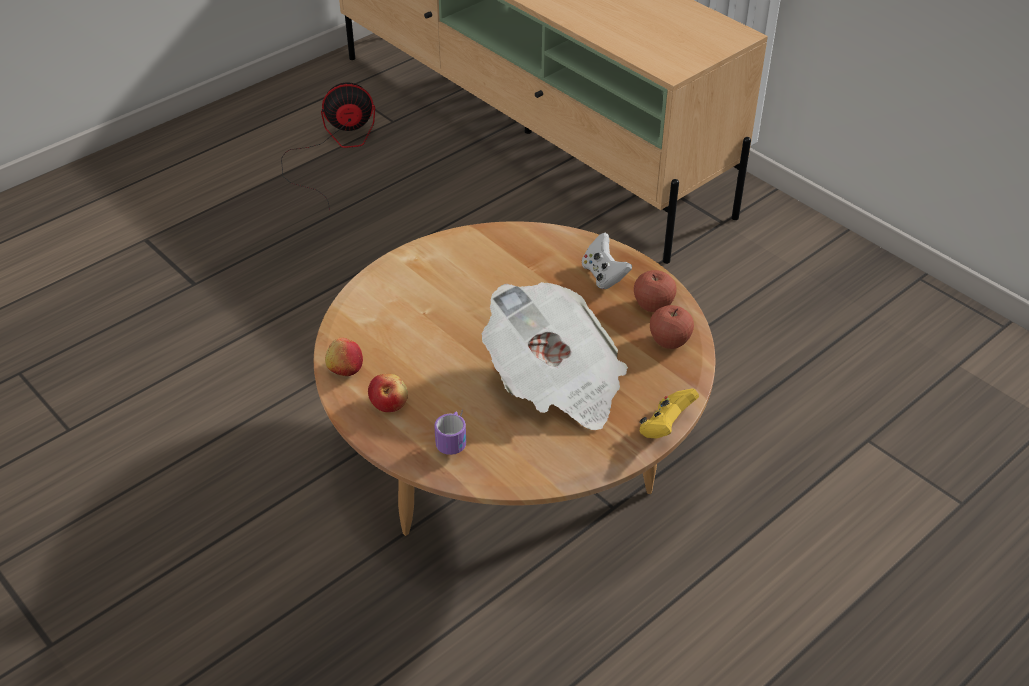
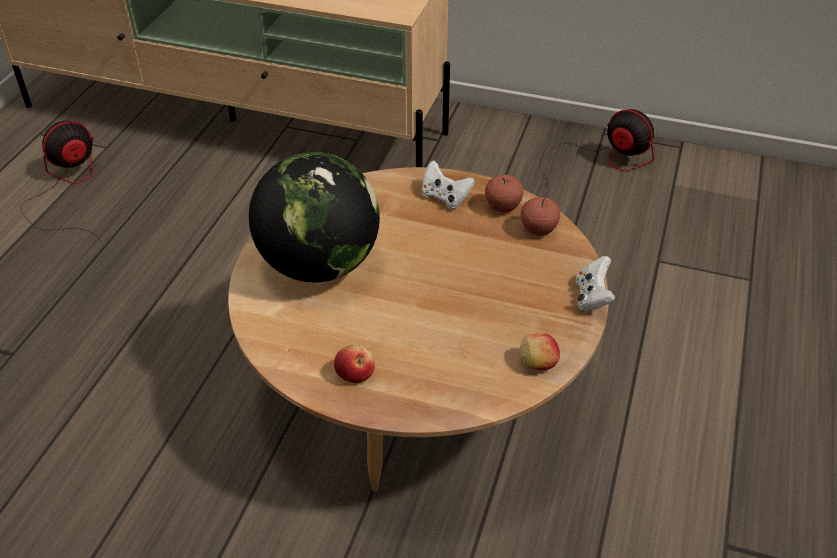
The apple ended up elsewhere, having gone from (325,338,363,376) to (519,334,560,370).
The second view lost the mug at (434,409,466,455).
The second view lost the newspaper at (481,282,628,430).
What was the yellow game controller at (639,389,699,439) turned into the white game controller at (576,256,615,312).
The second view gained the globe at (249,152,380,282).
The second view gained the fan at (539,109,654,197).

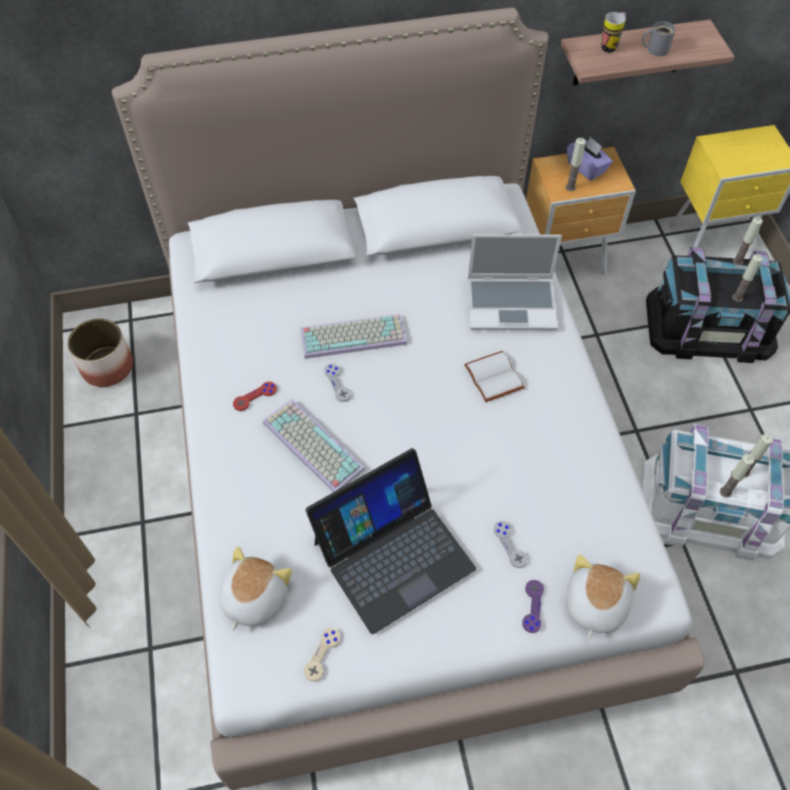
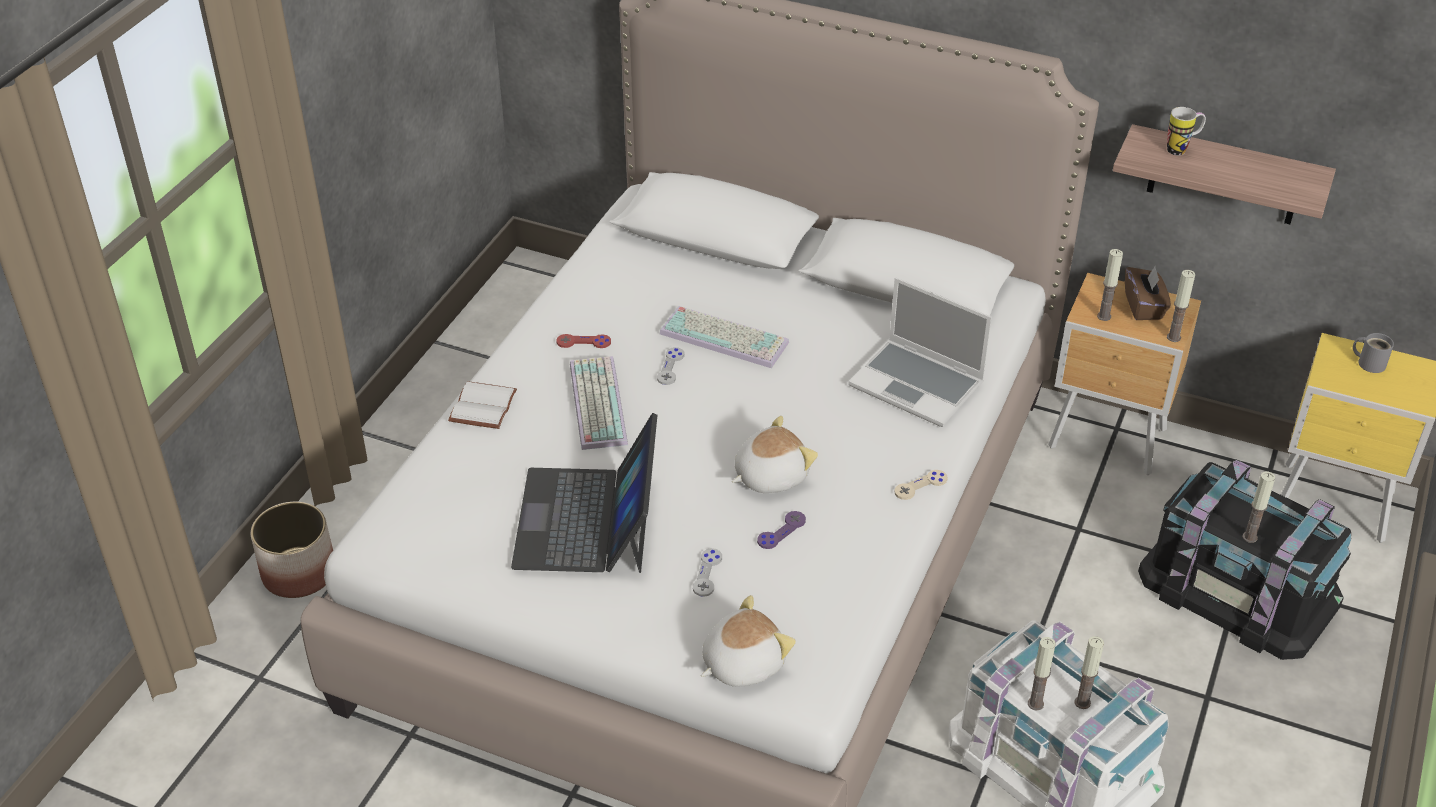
The planter ended up elsewhere, having gone from (67,318,133,387) to (251,502,333,598).
The plush toy ended up elsewhere, having gone from (220,547,292,632) to (732,416,818,493).
The beige game controller ended up elsewhere, having gone from (304,628,340,681) to (894,470,948,500).
The laptop at (305,448,476,634) ended up facing another way, 90 degrees clockwise from before.
The white book ended up elsewhere, having gone from (464,351,525,402) to (448,381,517,429).
The purple game controller ended up elsewhere, having gone from (522,580,544,633) to (757,511,806,549).
What was the purple tissue box at (567,136,613,181) turned into the brown tissue box at (1125,265,1171,320).
The grey mug ended up elsewhere, having gone from (642,21,676,56) to (1353,333,1394,373).
The candle ended up elsewhere, having gone from (733,217,763,265) to (1167,270,1195,342).

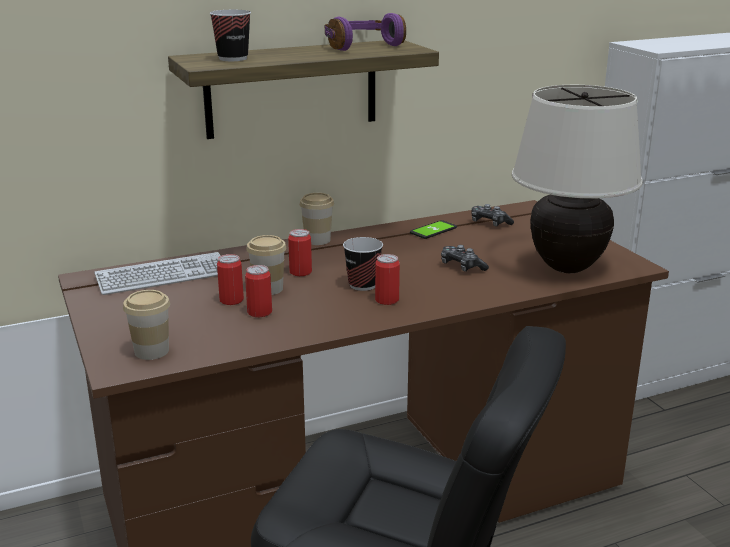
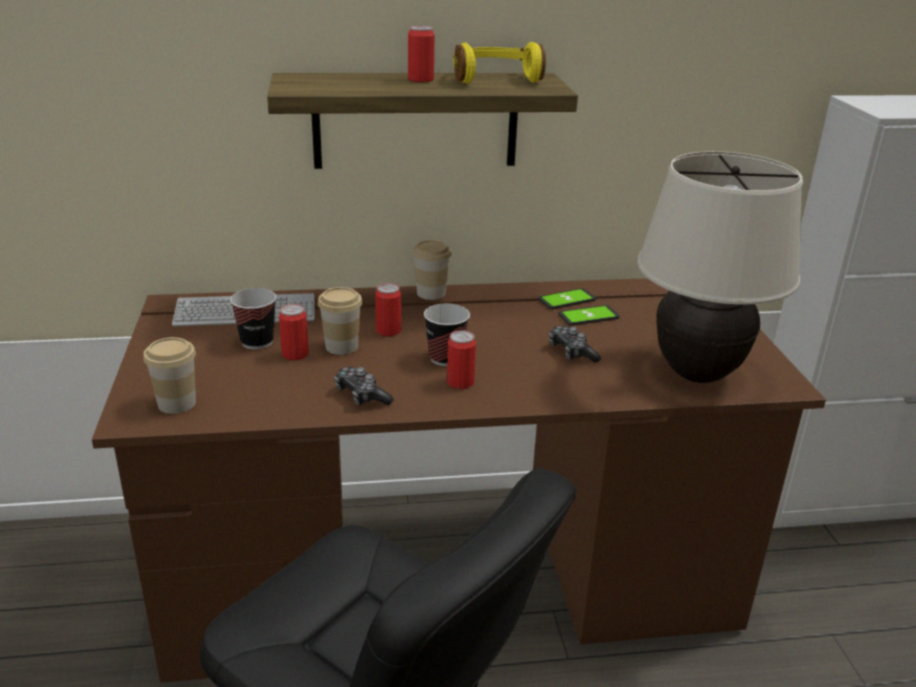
The cup ended up elsewhere, having gone from (210,10,251,61) to (230,288,276,349).
The can ended up elsewhere, having gone from (245,265,272,317) to (408,26,435,82).
What was the purple headphones at (325,13,406,51) turned into the yellow headphones at (453,42,546,84).
The game controller ended up elsewhere, having gone from (471,204,514,227) to (334,367,393,406).
The second view gained the phone at (558,305,620,325).

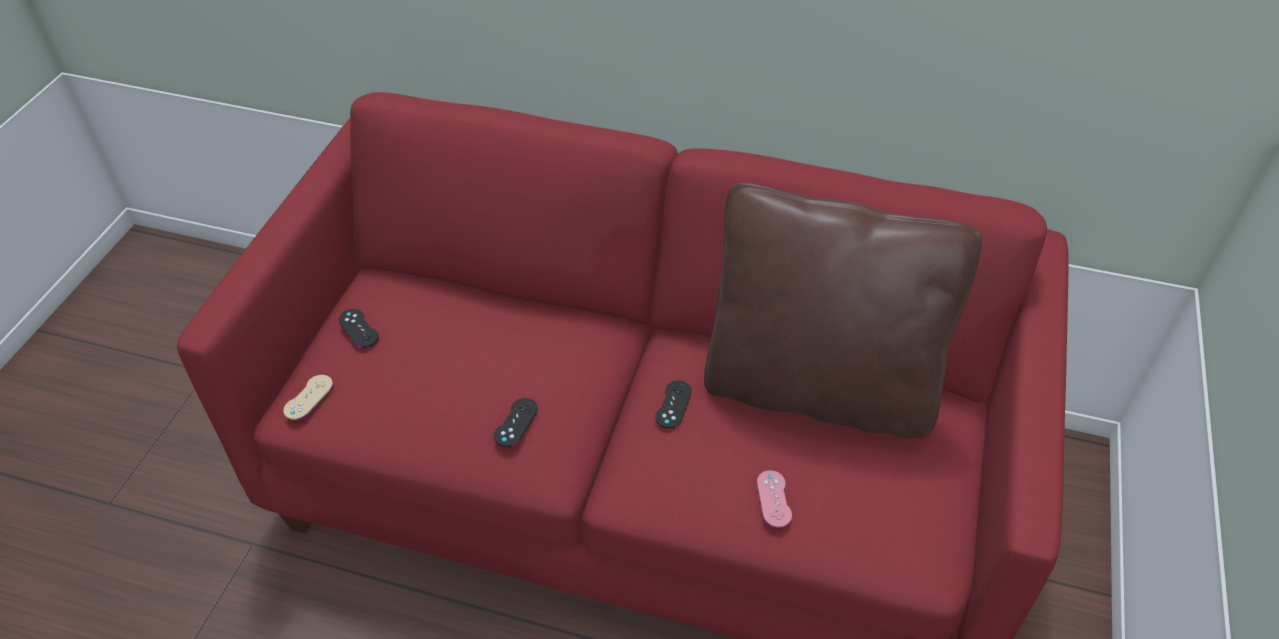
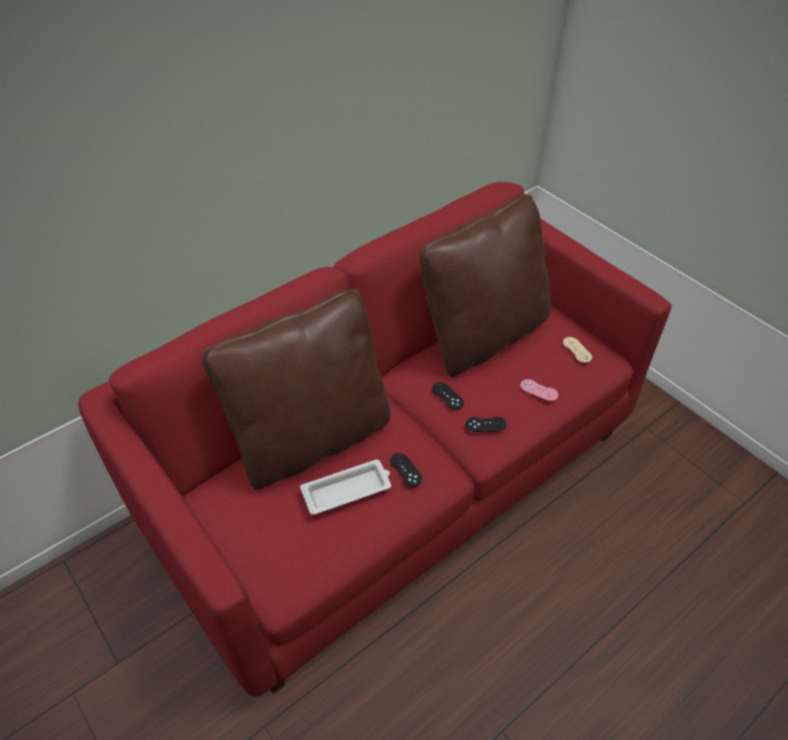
The beige game controller ended up elsewhere, having gone from (283,375,333,420) to (563,337,592,363).
The black game controller ended up elsewhere, having gone from (339,309,379,348) to (466,417,507,432).
The second view gained the brown pillow at (202,289,390,490).
The second view gained the white tray at (300,460,391,515).

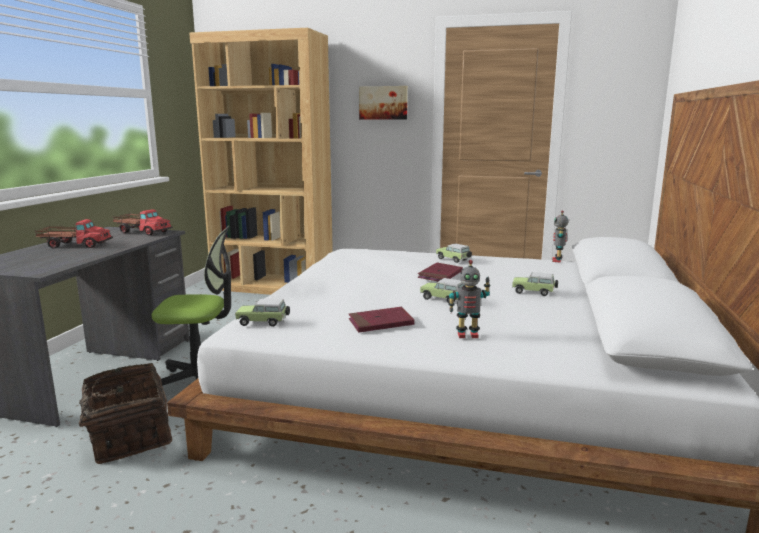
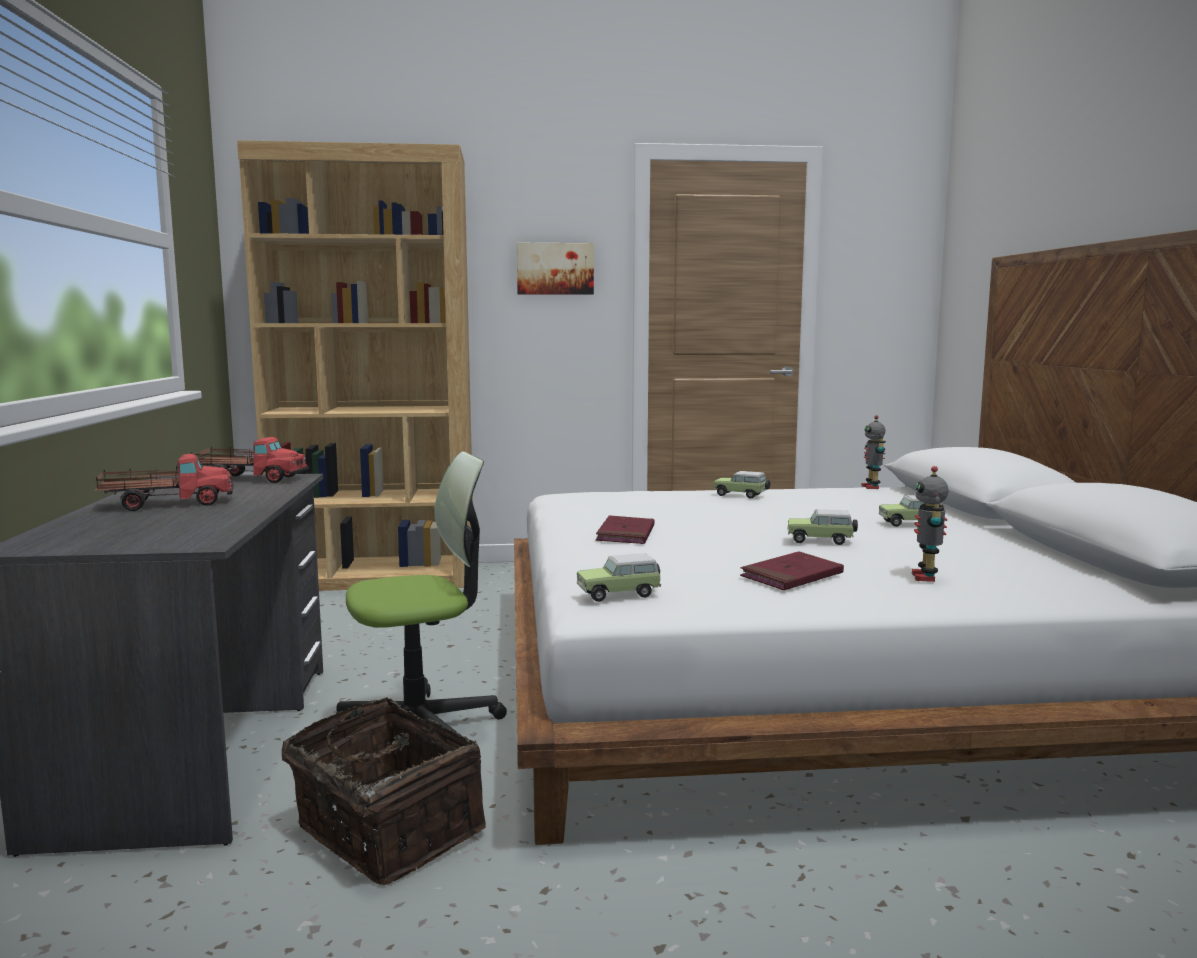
The red book ended up elsewhere, having gone from (417,262,463,281) to (596,515,654,544).
The toy robot at (448,260,490,338) ended up facing another way, 120 degrees clockwise from before.

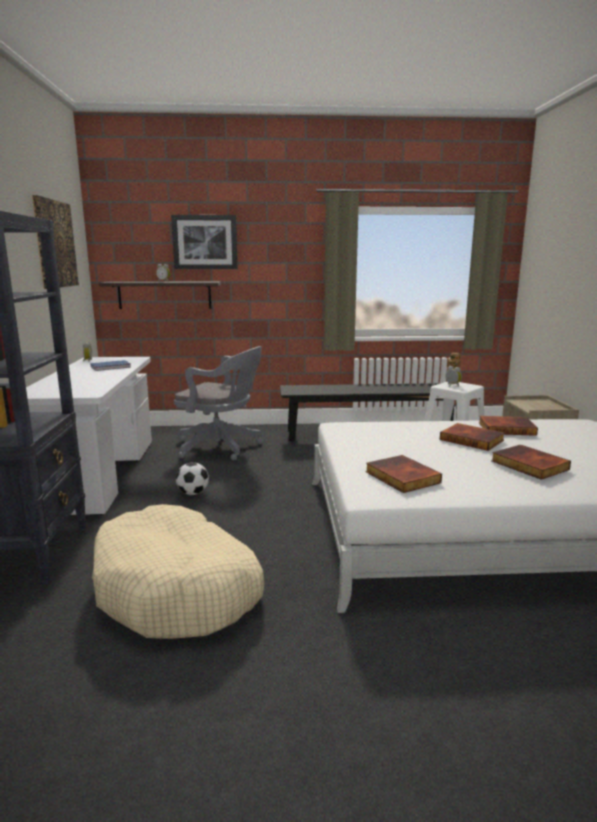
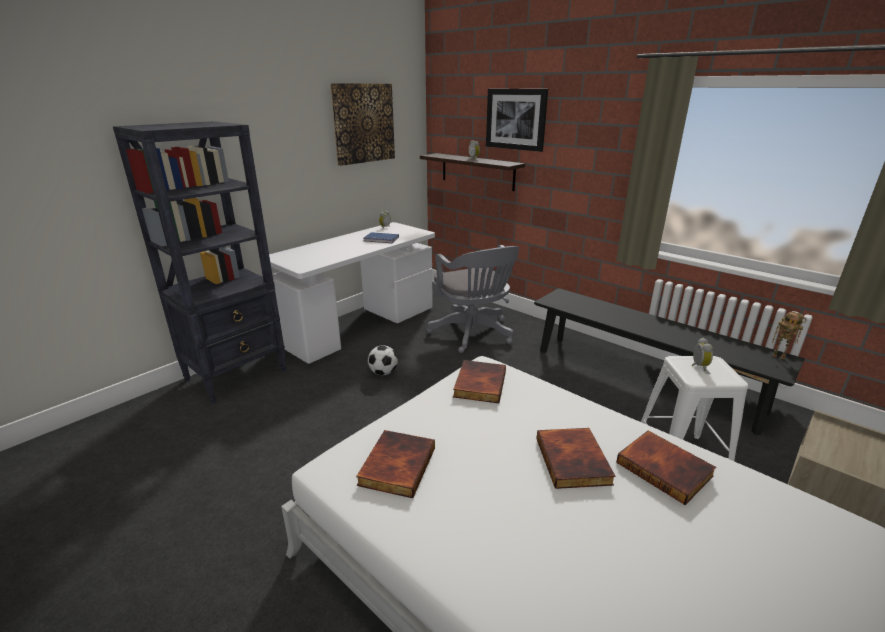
The second view lost the beige dog bed at (92,504,264,639).
The book ended up elsewhere, having gone from (491,445,571,480) to (453,360,506,403).

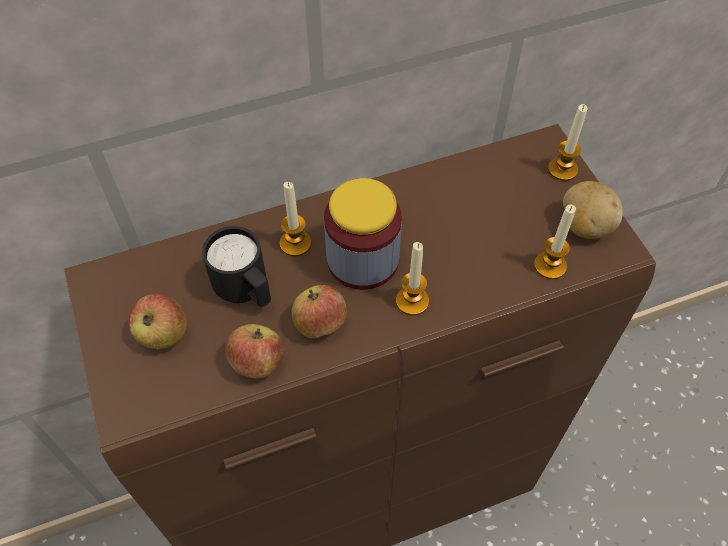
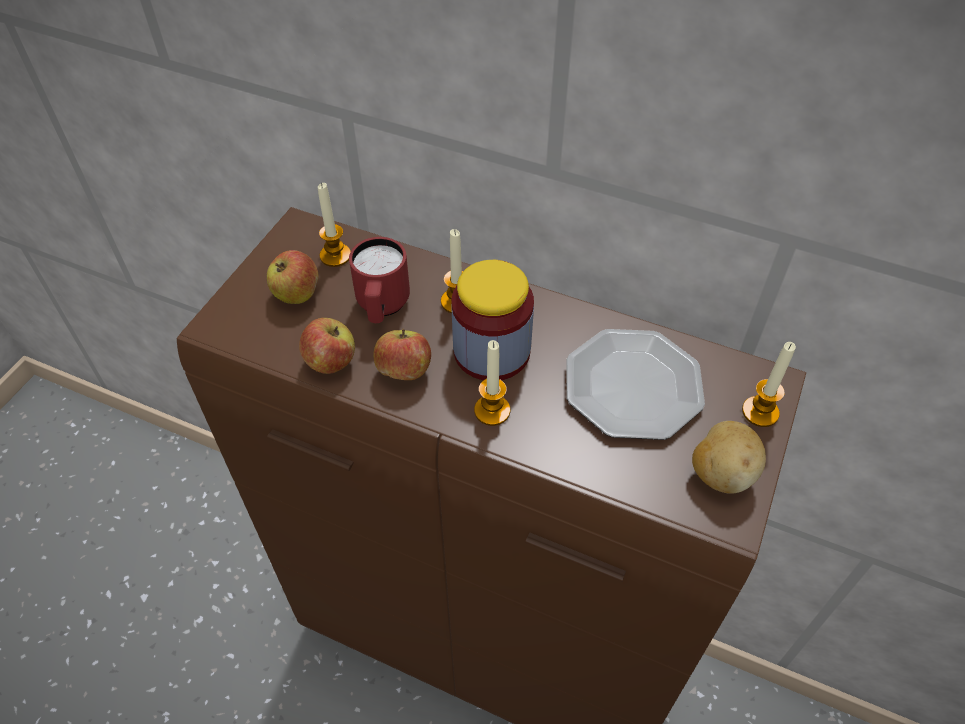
What was the black mug at (202,226,271,307) turned into the red mug at (349,237,410,323).
The candle ended up elsewhere, having gone from (534,204,576,279) to (318,183,351,267).
The second view gained the plate at (566,329,705,440).

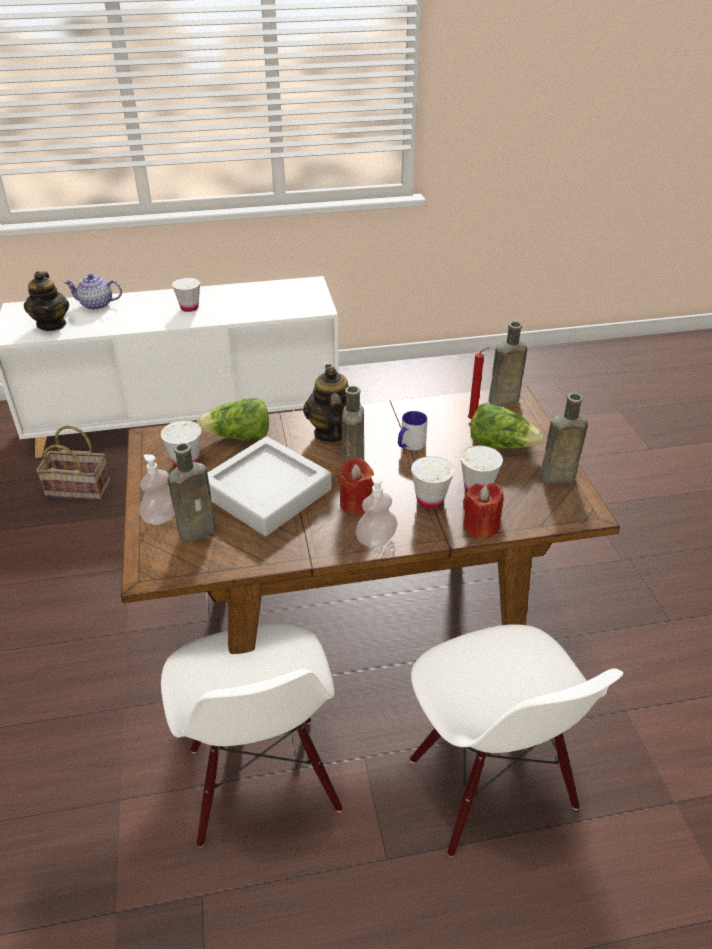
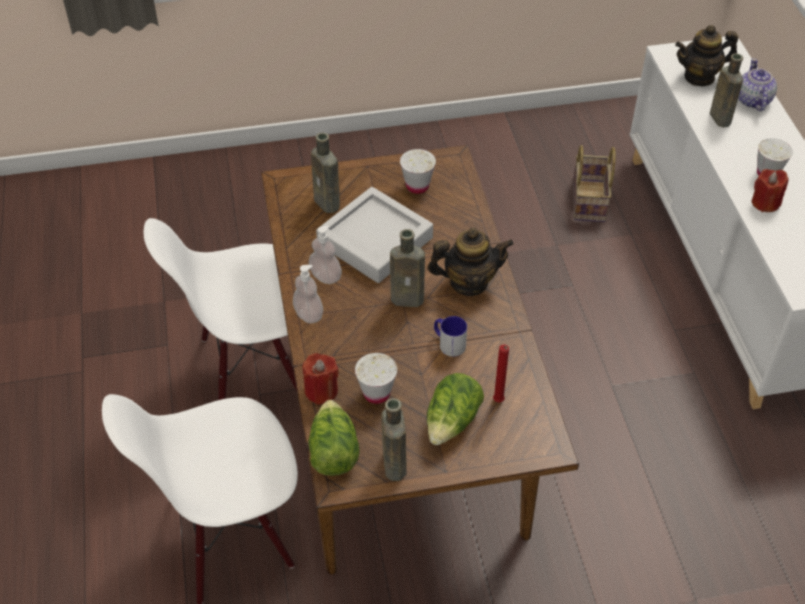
The soap dispenser ended up elsewhere, having gone from (139,454,175,525) to (309,226,342,284).
The lettuce ended up elsewhere, having gone from (197,398,269,440) to (308,400,360,476).
The red candle ended up elsewhere, having gone from (338,458,374,515) to (751,169,788,212).
The second view lost the white cup at (411,456,454,509).
The brown bottle ended up elsewhere, having gone from (489,321,527,406) to (710,53,743,127).

